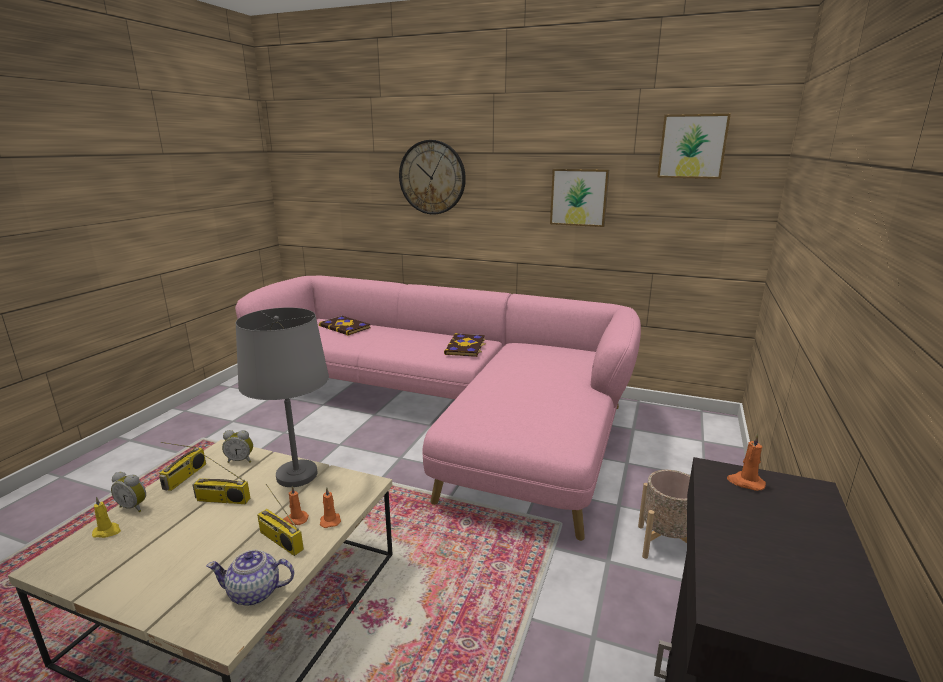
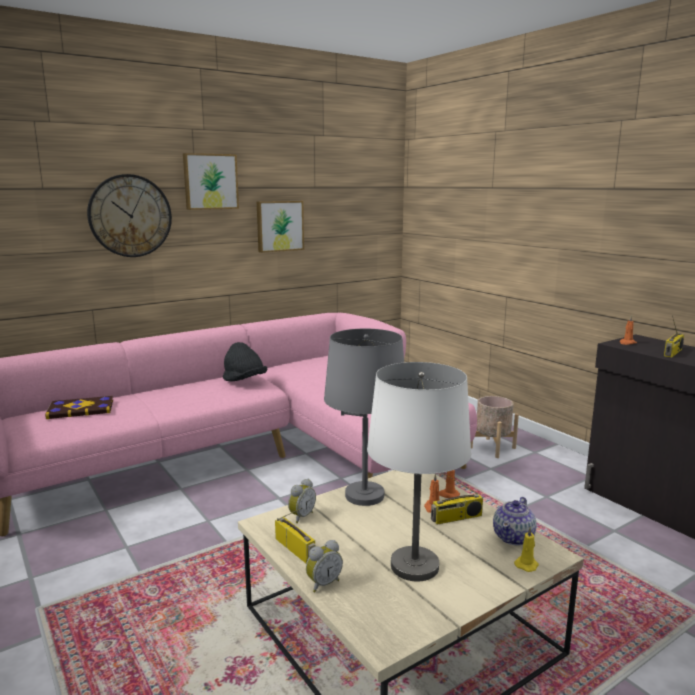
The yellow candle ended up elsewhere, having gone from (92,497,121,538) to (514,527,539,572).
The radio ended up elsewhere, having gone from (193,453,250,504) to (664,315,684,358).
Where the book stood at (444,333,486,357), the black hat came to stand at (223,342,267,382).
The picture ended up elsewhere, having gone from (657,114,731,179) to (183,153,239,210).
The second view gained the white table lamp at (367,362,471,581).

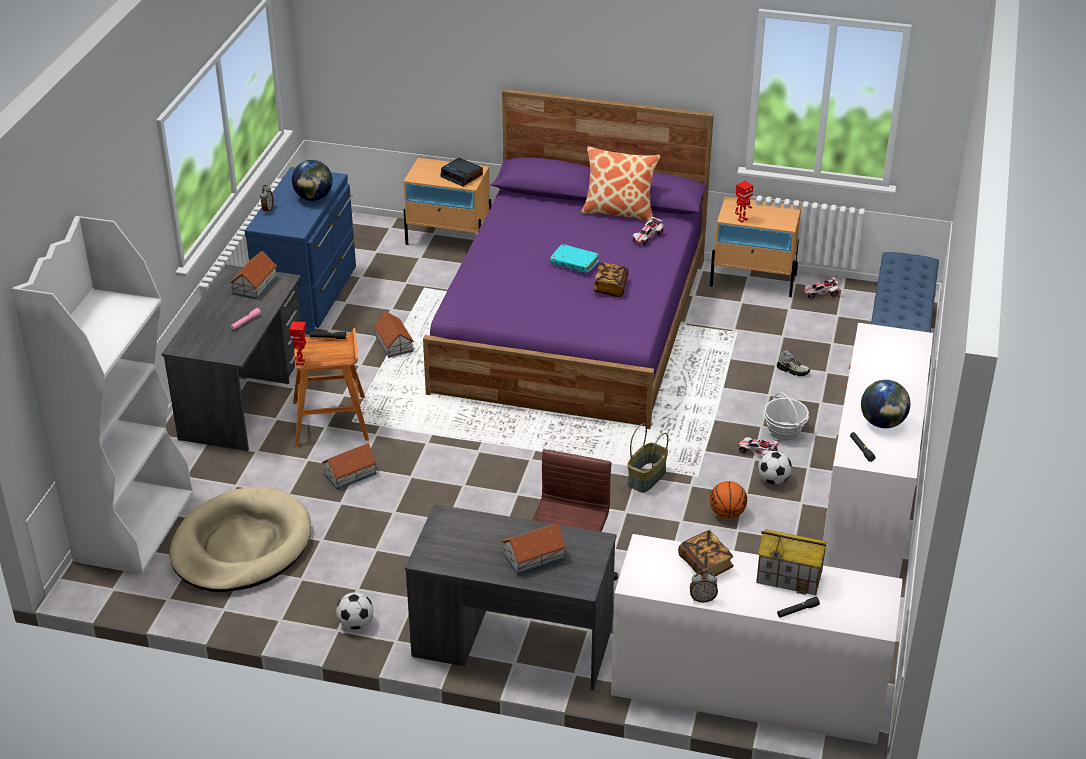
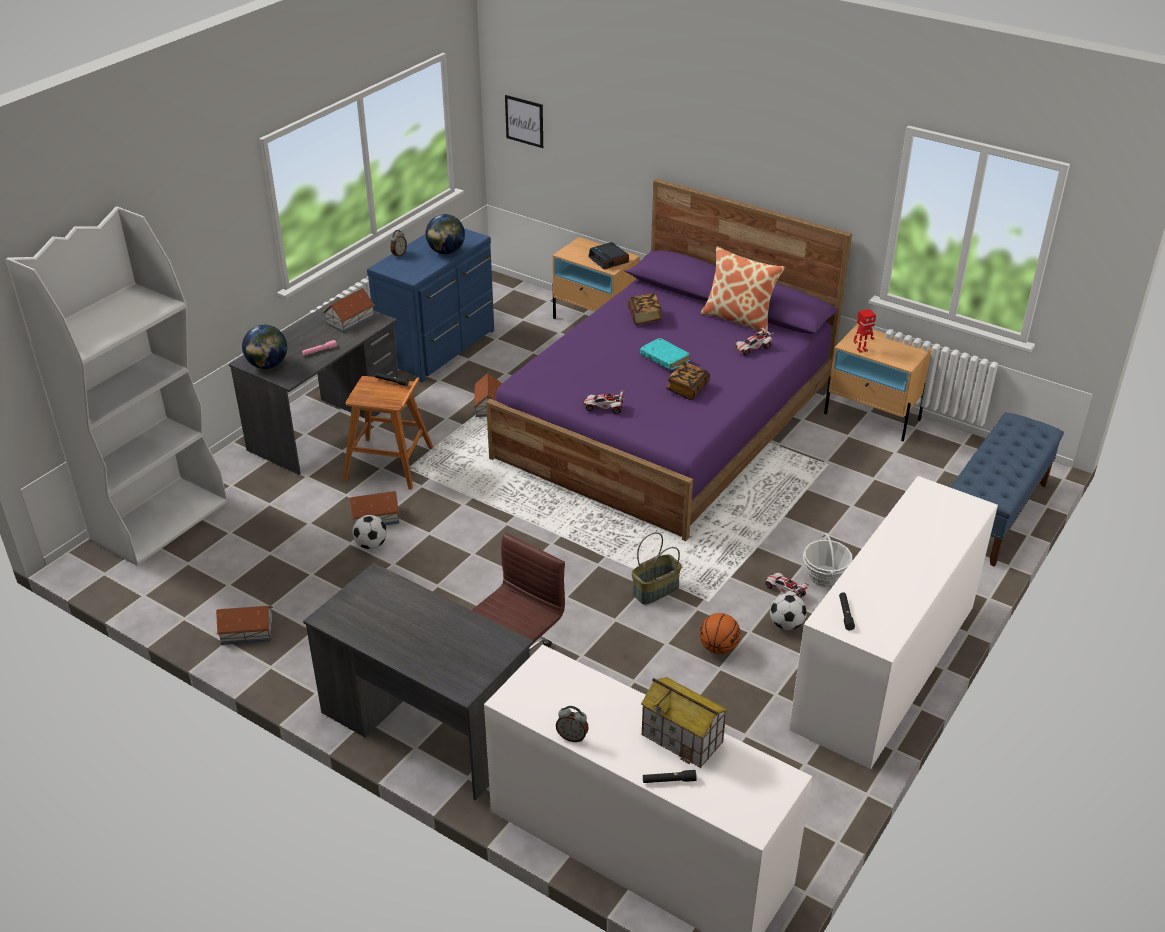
The second view lost the beige dog bed at (170,487,311,592).
The second view lost the toy robot at (289,321,306,365).
The football ended up elsewhere, having gone from (336,592,373,629) to (352,515,387,549).
The toy house ended up elsewhere, having gone from (502,523,567,576) to (216,606,273,645).
The book ended up elsewhere, having gone from (678,530,734,576) to (628,293,662,325).
The second view lost the shoe at (777,350,810,376).
The toy car ended up elsewhere, having gone from (802,275,842,299) to (583,390,626,414).
The globe ended up elsewhere, having gone from (861,380,910,428) to (242,325,287,369).
The second view gained the picture at (505,95,543,148).

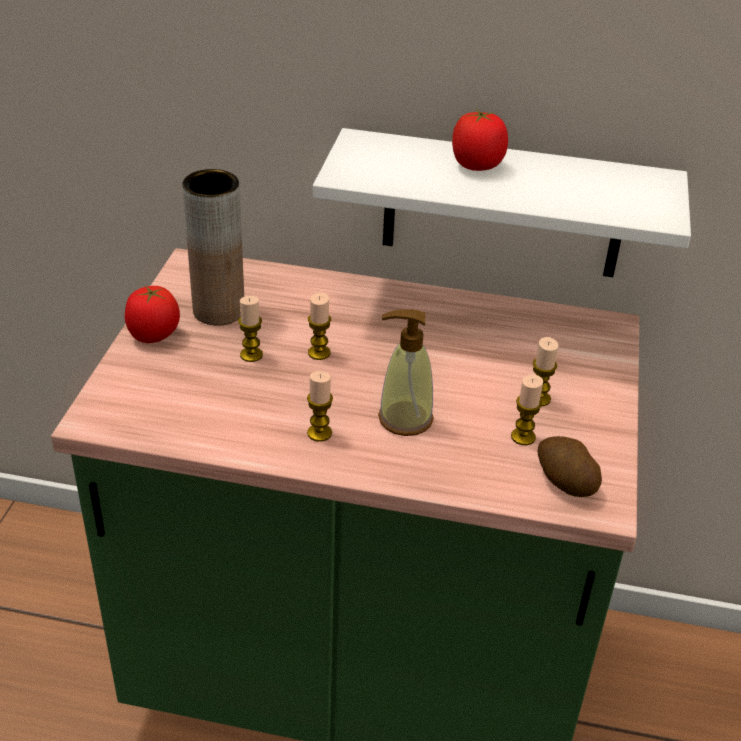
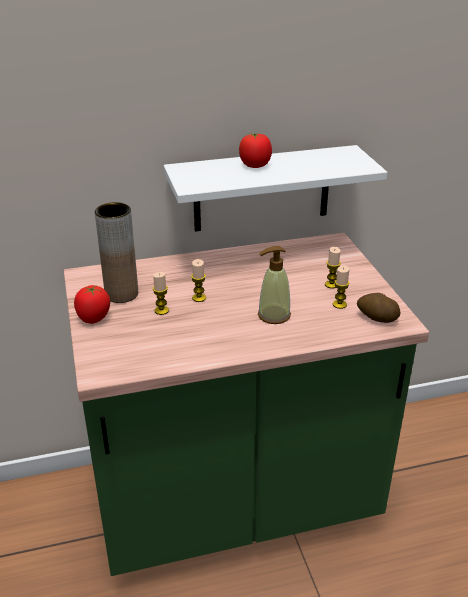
The second view lost the candle at (307,371,333,442).

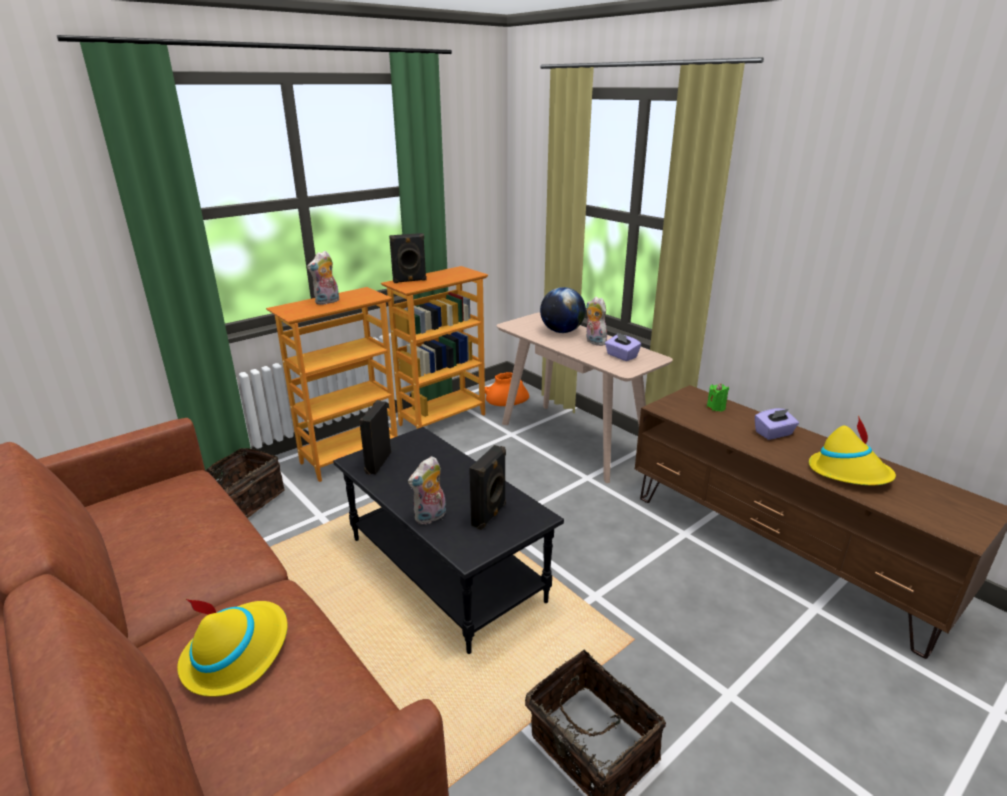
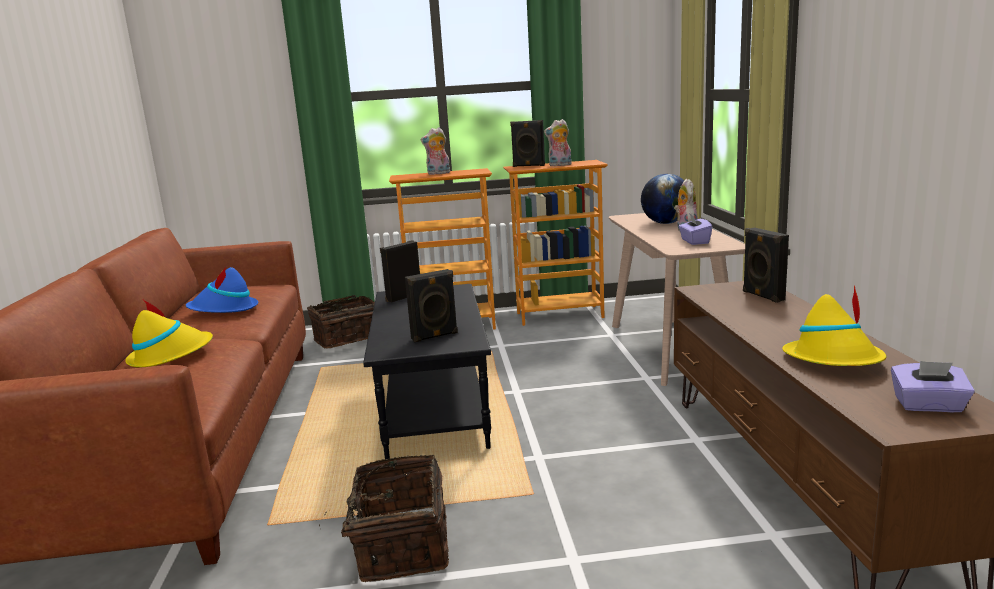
The plush toy ended up elsewhere, having gone from (408,456,446,525) to (544,119,572,166).
The second view lost the orange vase at (485,372,529,406).
Where the green candle stood at (707,383,729,412), the black speaker came to stand at (743,228,789,303).
The purple tissue box ended up elsewhere, having gone from (755,408,799,440) to (891,361,975,412).
The second view gained the blue hat at (186,267,258,313).

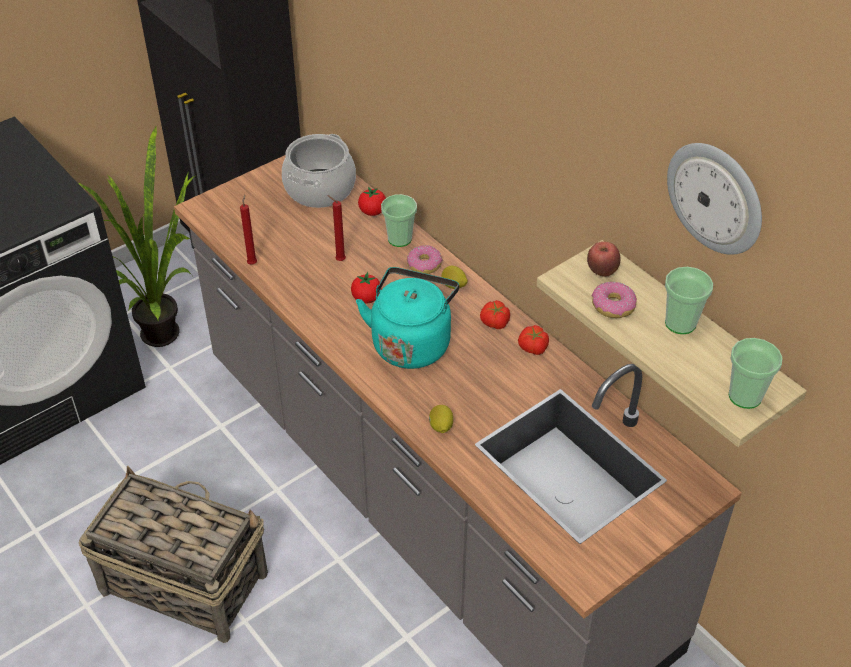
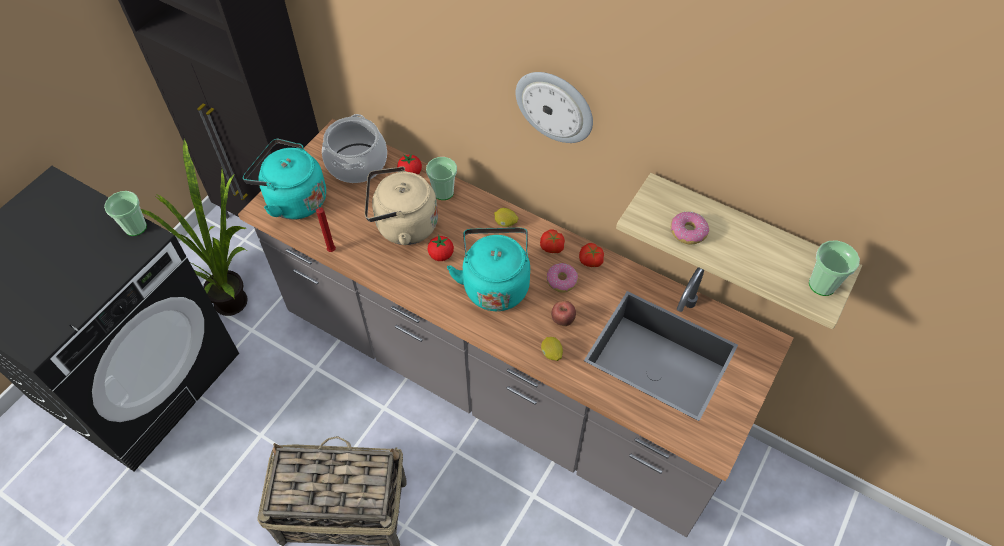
Where the red candle stood at (328,195,346,261), the beige kettle came to stand at (365,166,438,245).
The donut ended up elsewhere, having gone from (407,245,442,274) to (547,263,578,293).
The apple ended up elsewhere, having gone from (587,241,620,277) to (551,301,576,326).
The cup ended up elsewhere, having gone from (665,267,713,334) to (104,191,147,236).
The wall clock ended up elsewhere, having gone from (667,143,762,255) to (516,72,593,143).
The second view gained the turquoise kettle at (243,139,326,220).

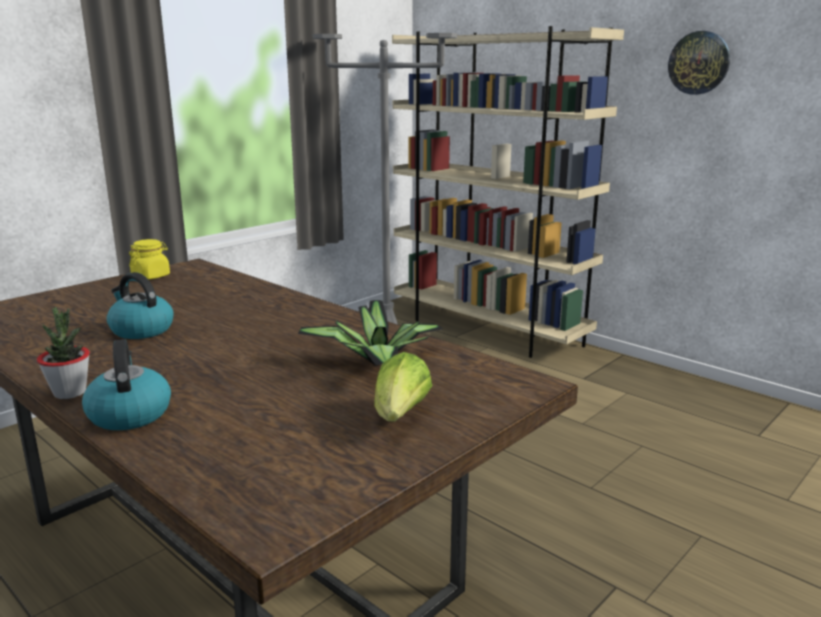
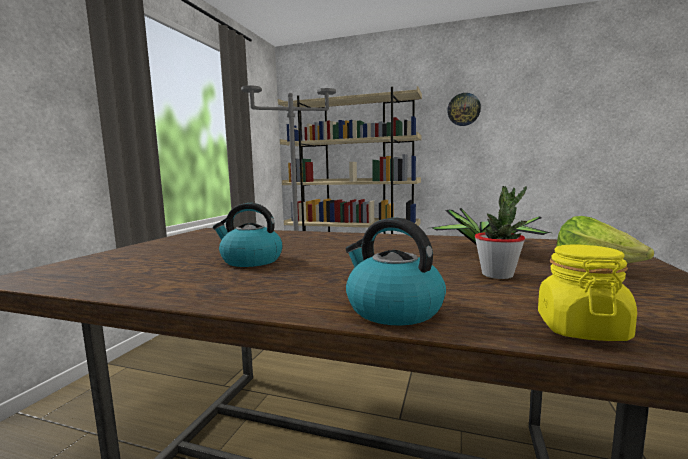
The potted plant ended up elsewhere, having gone from (37,307,90,399) to (475,186,527,279).
The yellow jar ended up elsewhere, having gone from (129,239,170,280) to (538,244,637,341).

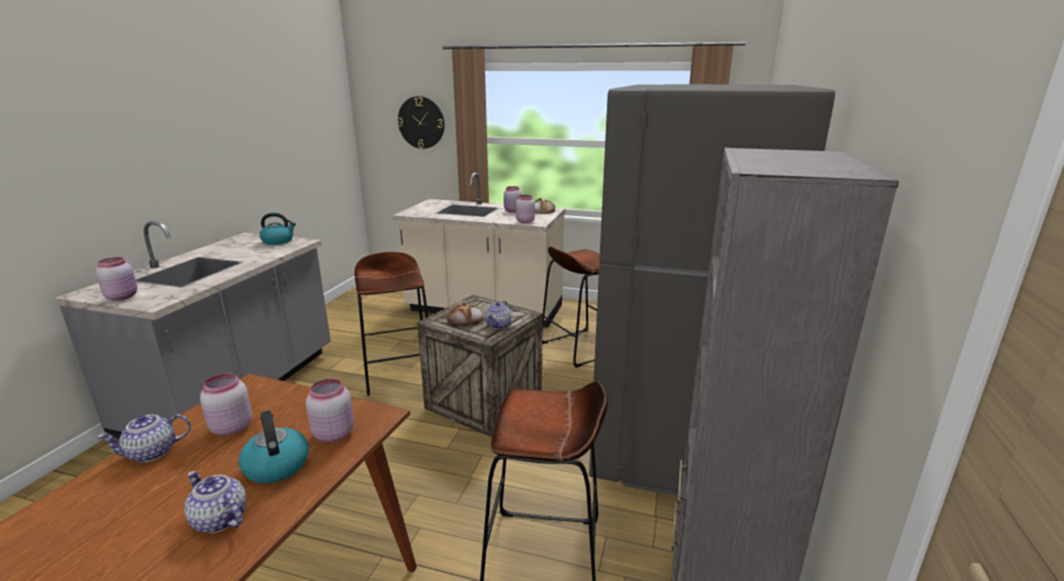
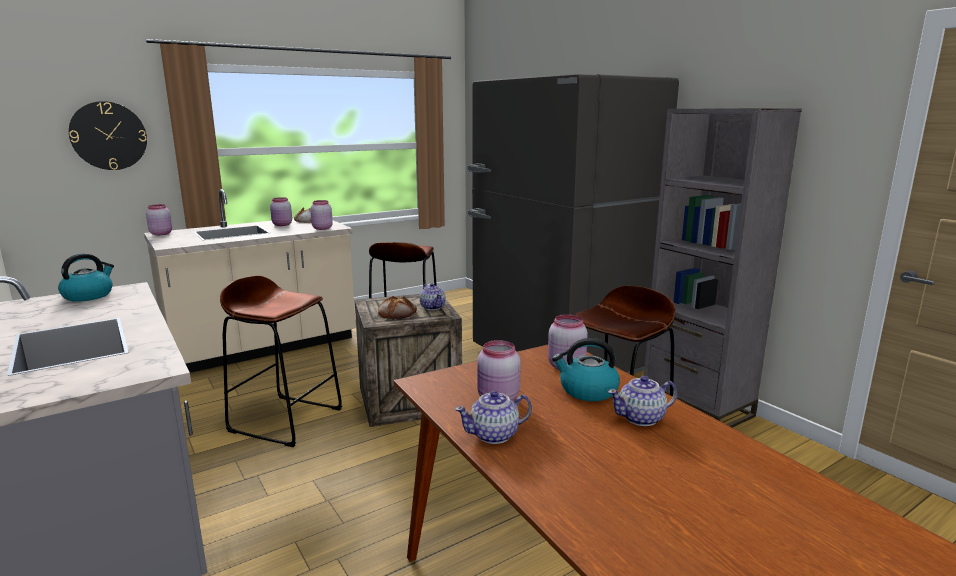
The pink jar ended up elsewhere, having gone from (96,257,137,301) to (146,204,172,235).
The teapot at (97,414,191,462) ended up facing another way, 60 degrees clockwise from before.

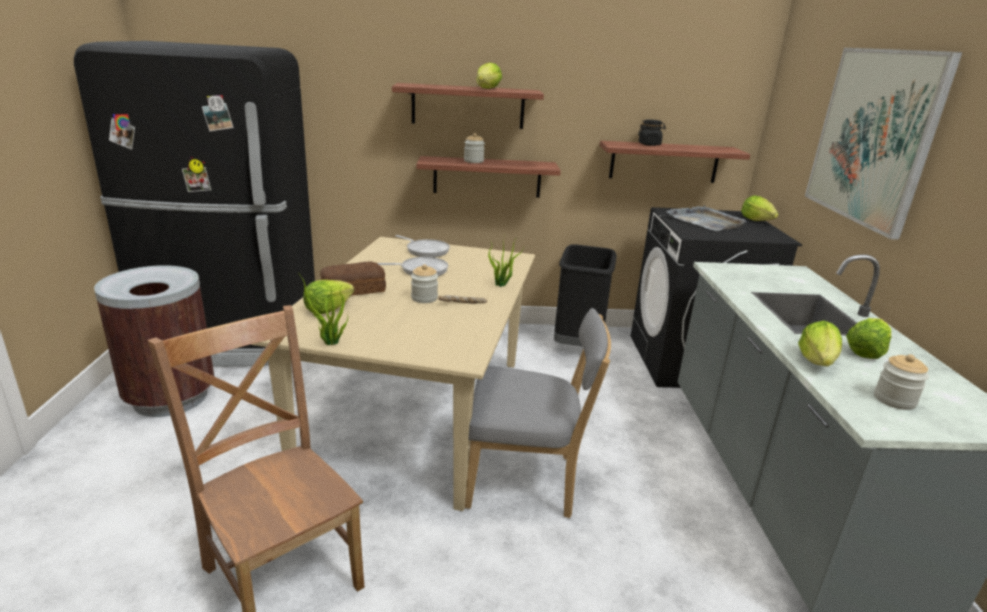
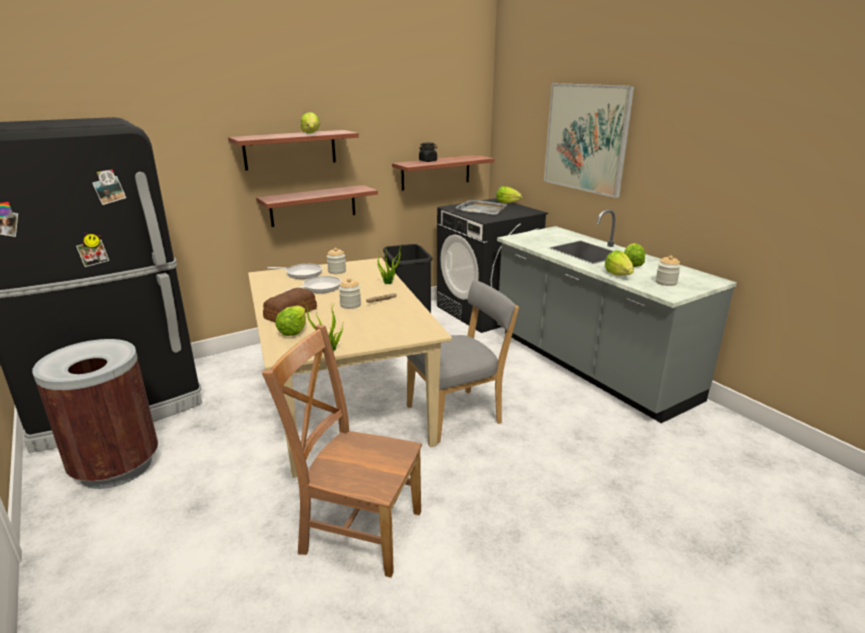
The jar ended up elsewhere, having gone from (464,133,485,163) to (327,248,346,274).

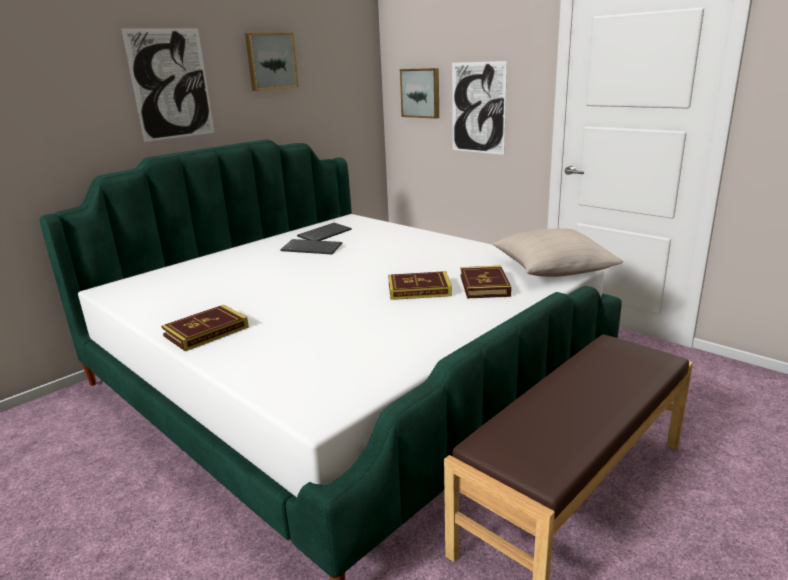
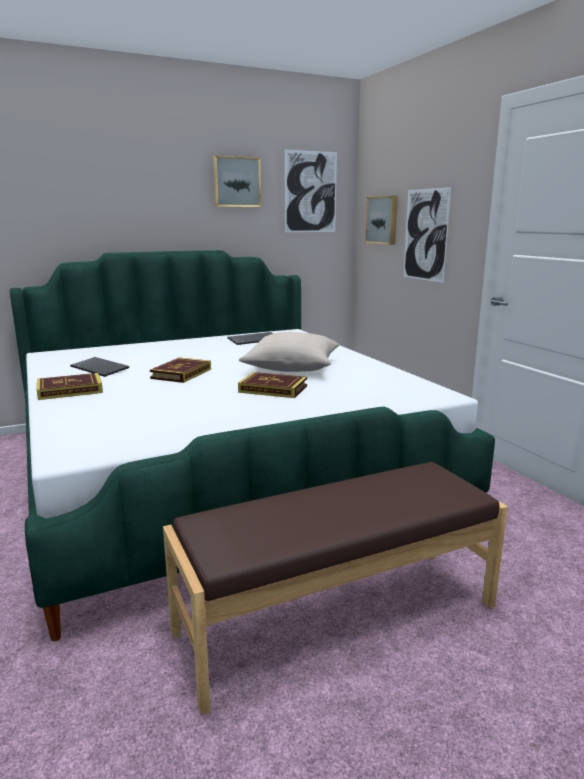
The picture ended up elsewhere, having gone from (122,28,214,142) to (285,150,337,232).
The keyboard ended up elsewhere, having gone from (280,239,342,254) to (70,357,129,377).
The book ended up elsewhere, having gone from (460,266,512,299) to (150,358,211,383).
The beige pillow ended up elsewhere, having gone from (492,228,623,277) to (239,332,340,372).

